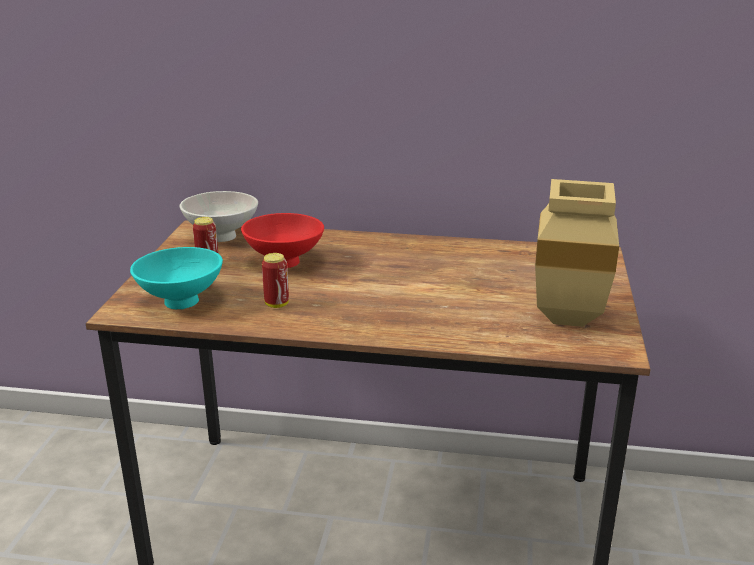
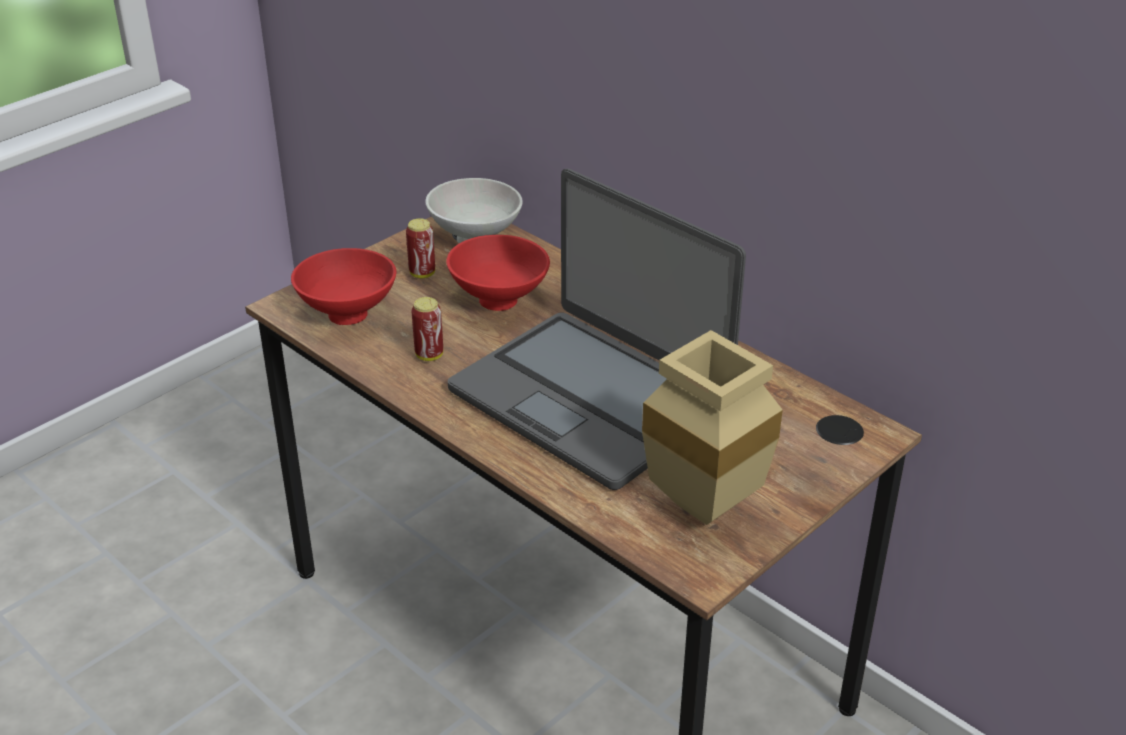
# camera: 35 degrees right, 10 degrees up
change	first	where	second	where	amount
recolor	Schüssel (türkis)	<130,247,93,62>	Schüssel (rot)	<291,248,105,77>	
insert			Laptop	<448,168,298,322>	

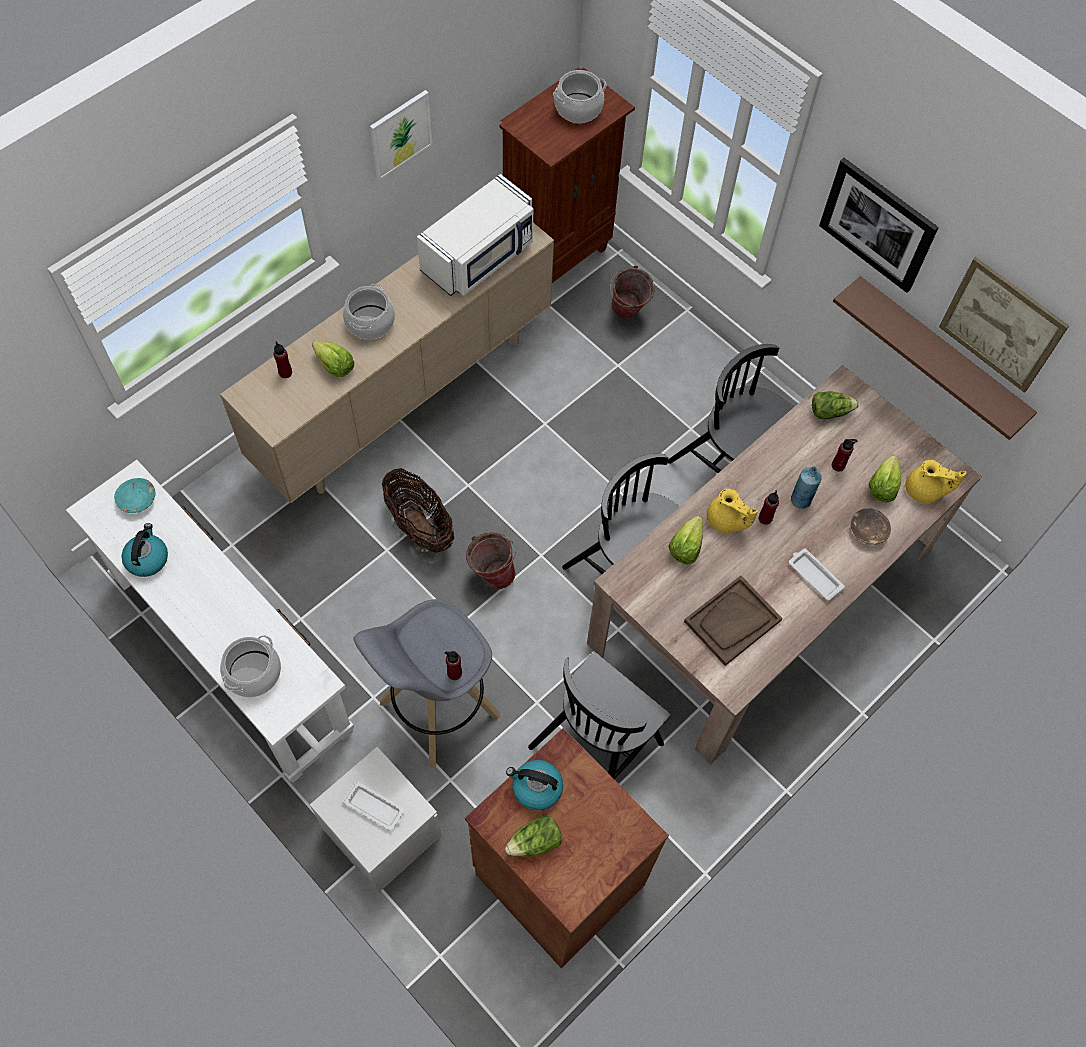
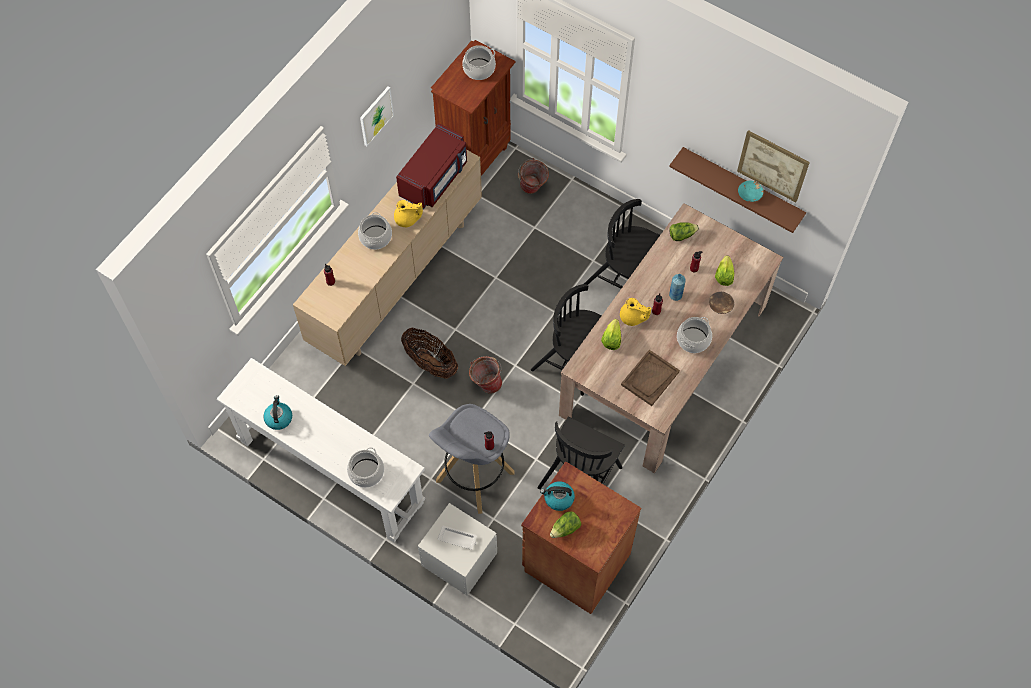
# camera: 10 degrees left, 0 degrees up
change	first	where	second	where	amount
delete	Bild	<819,158,120,135>			
recolor	Mikrowelle (weiß)	<417,174,117,122>	Mikrowelle (rot)	<396,123,71,86>	
delete	Salatkopf	<312,340,42,37>			
move	Teekanne (gelb)	<905,460,62,44>		<394,200,29,27>	
move	Schüssel (türkis)	<114,478,41,35>		<738,181,26,21>	
replace	Tablett (weiß)	<789,548,56,53>	Kochtopf	<677,317,35,36>	

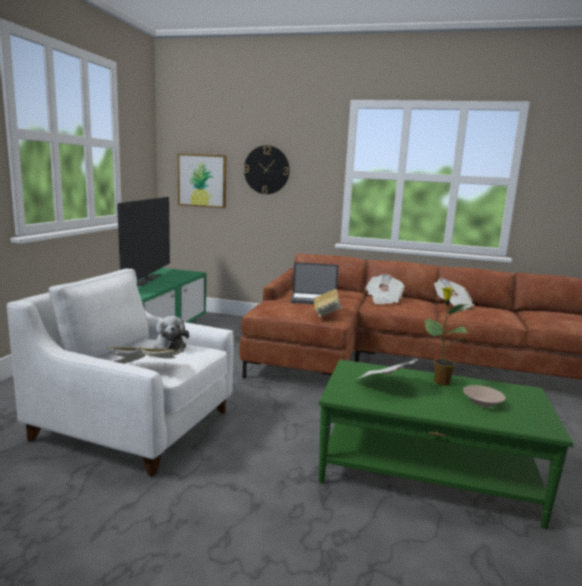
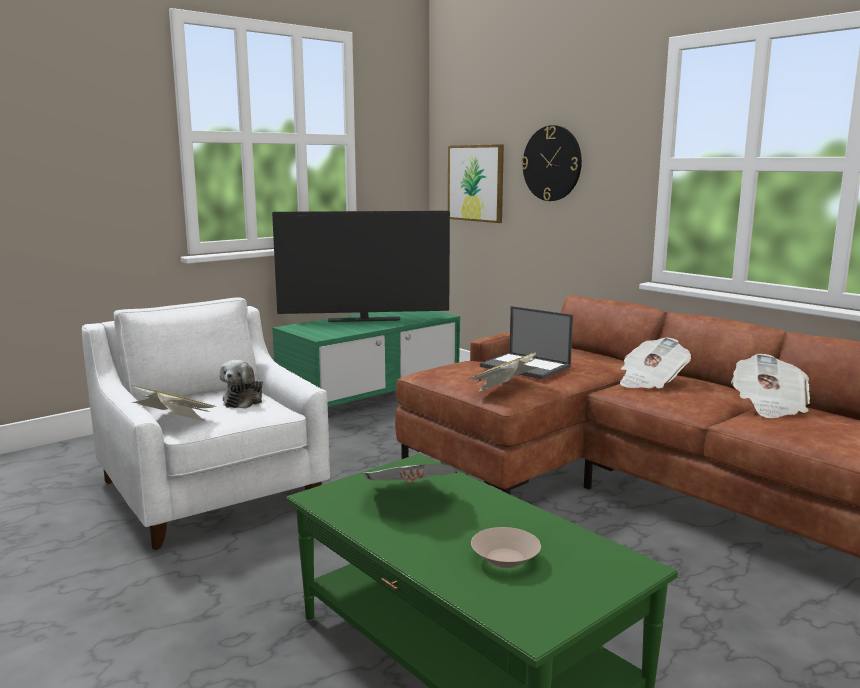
# camera: 35 degrees right, 0 degrees up
change	first	where	second	where	amount
rotate	Fernseher	<117,197,53,89>		<272,211,178,111>	45 degrees clockwise
delete	Topfpflanze	<424,287,50,98>			

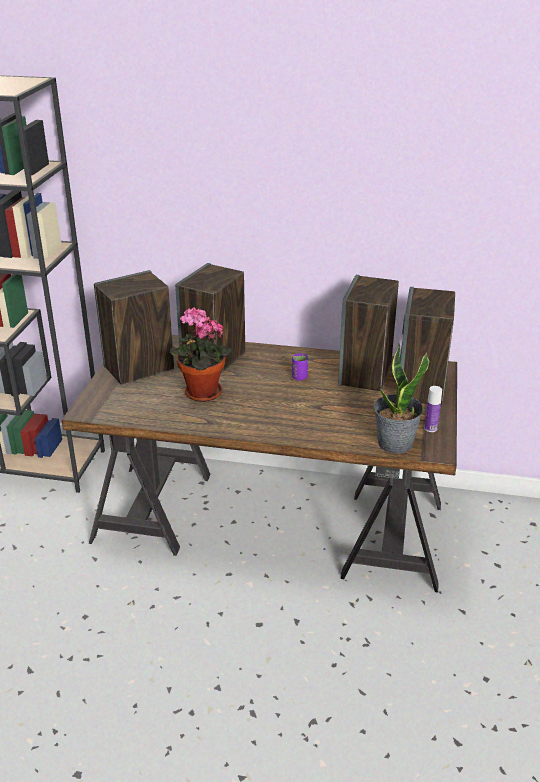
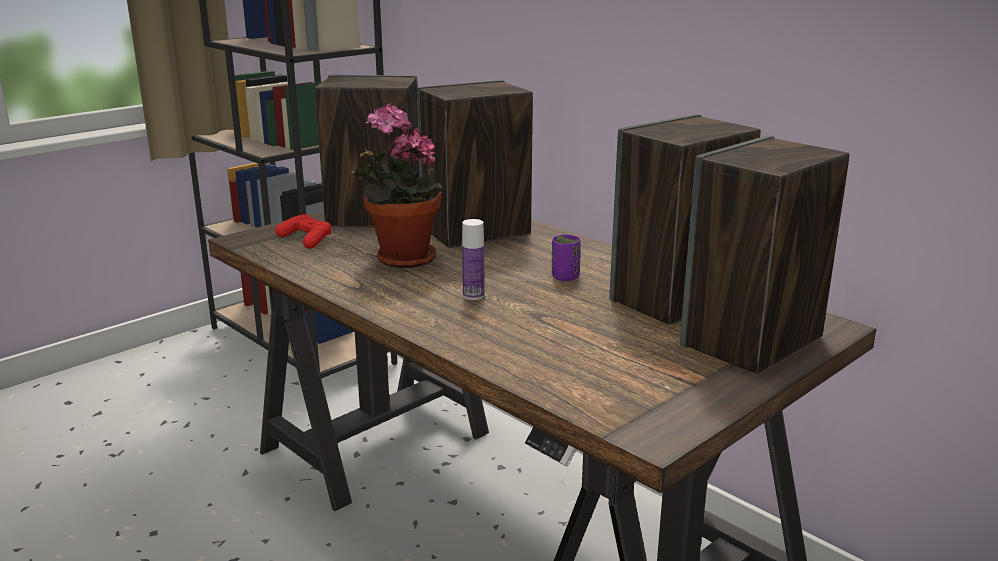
# camera: 35 degrees right, 10 degrees down
change	first	where	second	where	amount
delete	Topfpflanze	<374,343,56,111>			
move	Flasche	<424,386,18,46>		<462,219,22,81>	
insert			Gamepad (rot)	<275,214,56,35>	

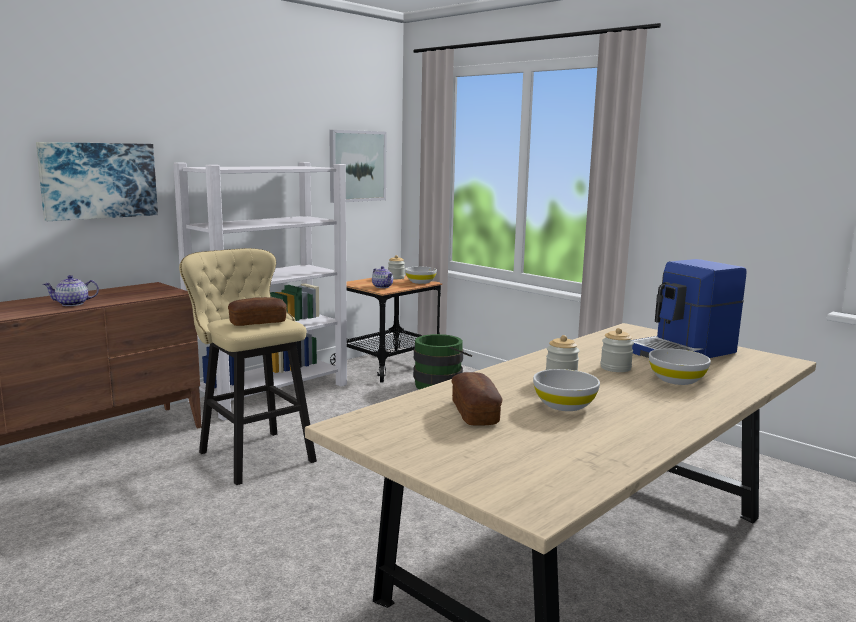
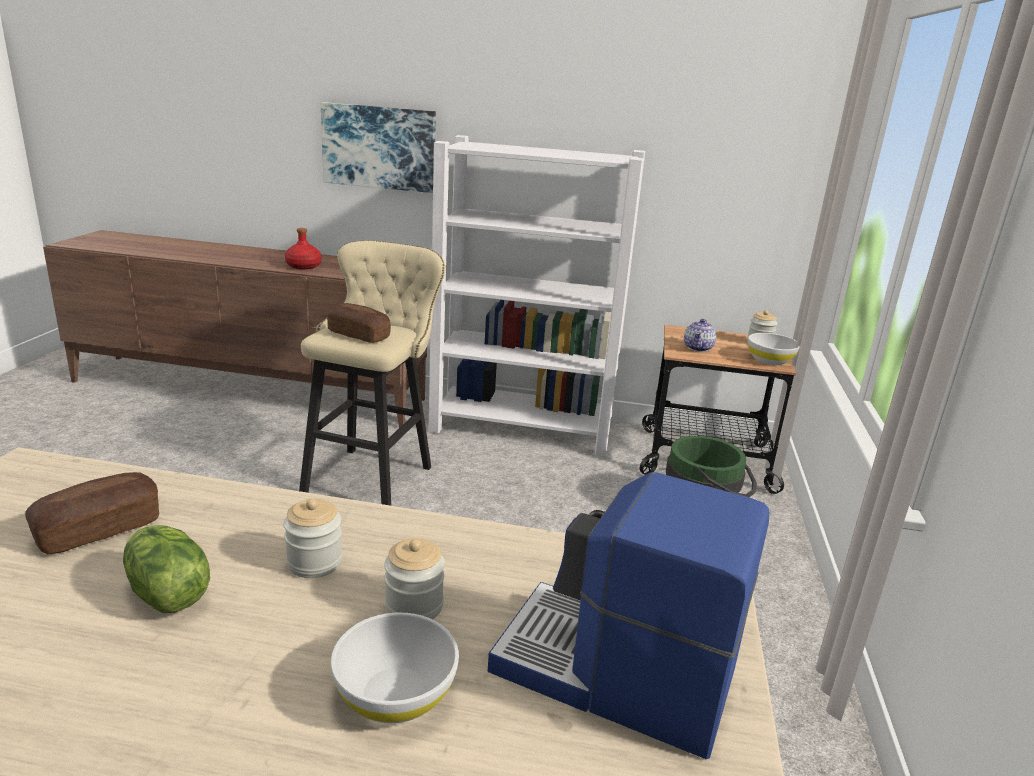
# camera: 55 degrees right, 10 degrees up
change	first	where	second	where	amount
delete	Bild	<329,130,57,73>			
replace	Teekanne	<43,275,56,31>	Flasche (rot)	<285,228,36,41>	
replace	Schüssel (weiß)	<533,369,67,42>	Salatkopf	<123,525,87,88>	

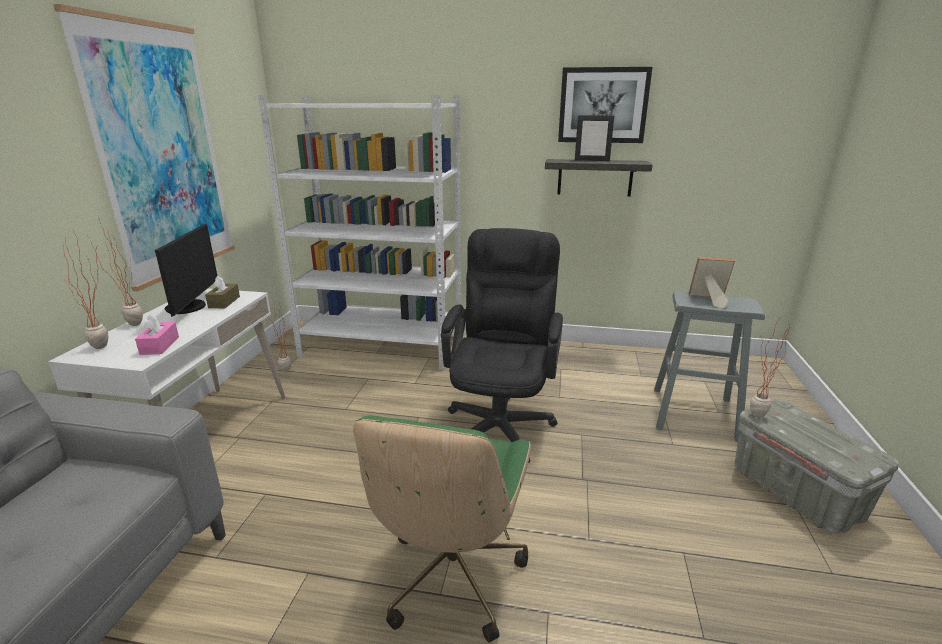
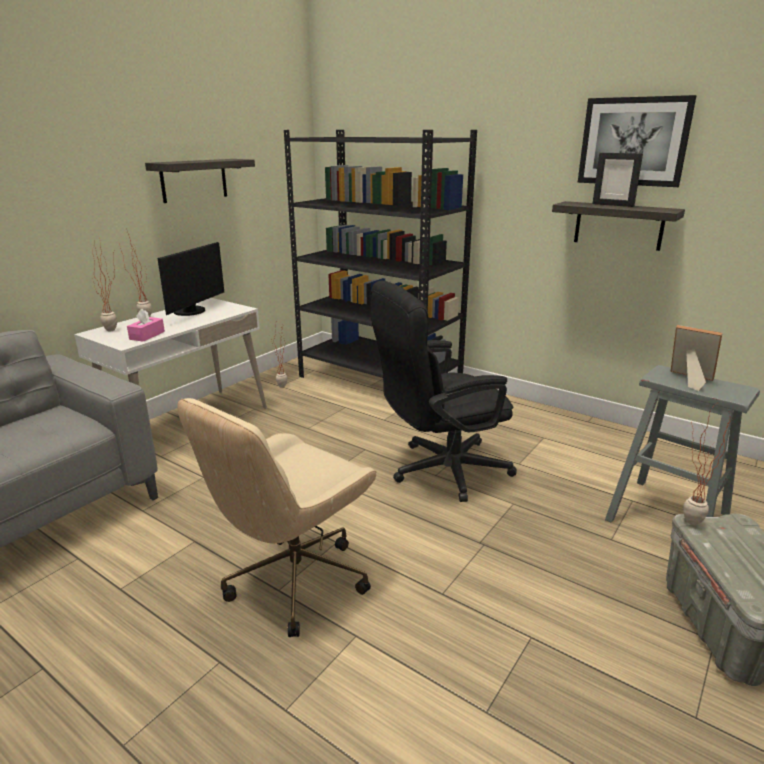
# camera: 25 degrees right, 0 degrees up
change	first	where	second	where	amount
replace	Bild	<53,4,182,287>	Wandregal	<145,159,110,44>	
recolor	Bücherregal (weiß)	<258,95,203,275>	Bücherregal (schwarz)	<284,130,193,248>	
rotate	Bürostuhl (schwarz)	<441,228,122,235>		<370,280,147,222>	150 degrees counterclockwise
delete	Taschentuchbox (braun)	<205,276,35,32>			
recolor	Bürostuhl (grün)	<353,415,178,228>	Bürostuhl (beige)	<177,398,199,239>	

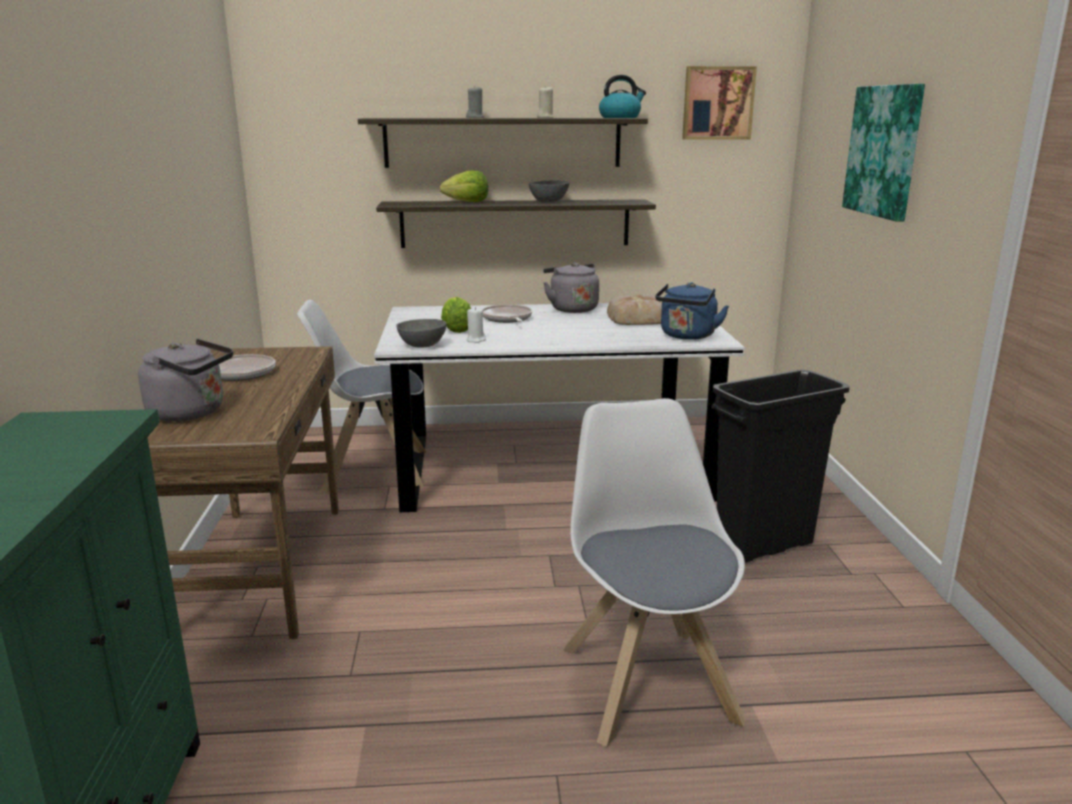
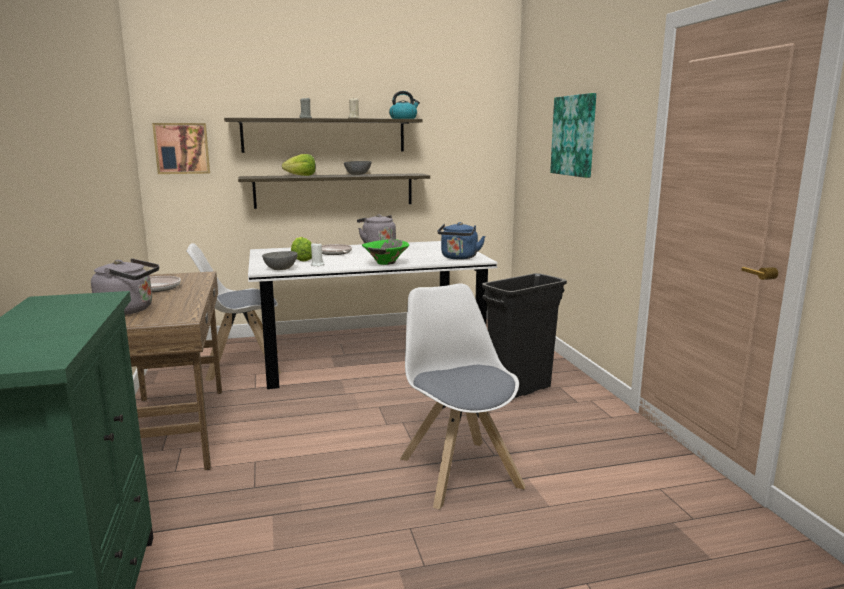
# camera: 10 degrees left, 5 degrees down
change	first	where	second	where	amount
move	Bild	<682,66,75,74>		<152,123,58,51>	
delete	Brot	<607,295,55,30>			
insert			Schüssel (grün)	<362,240,47,25>	

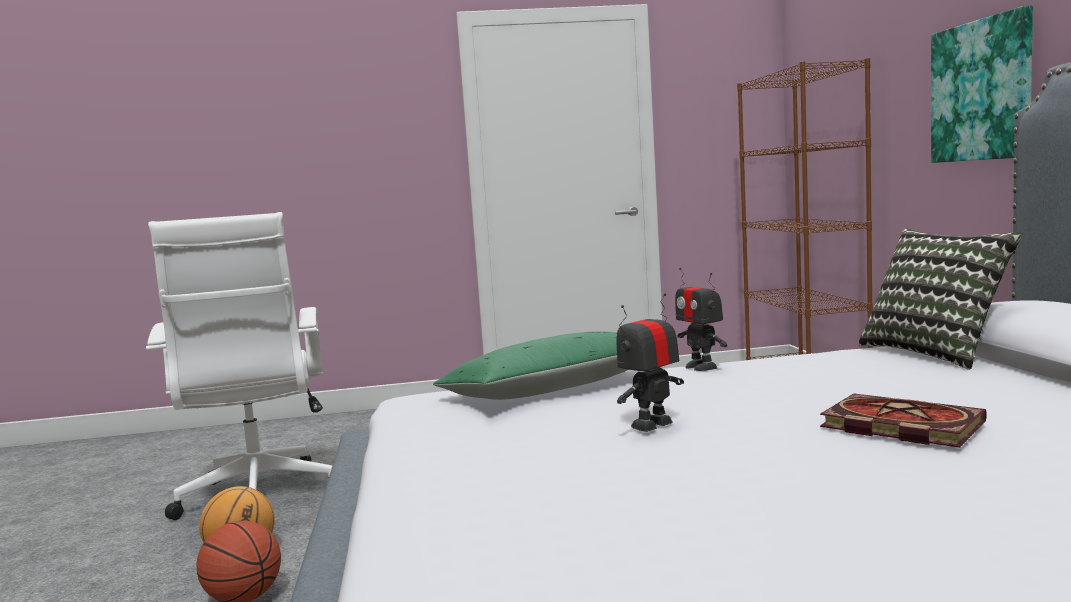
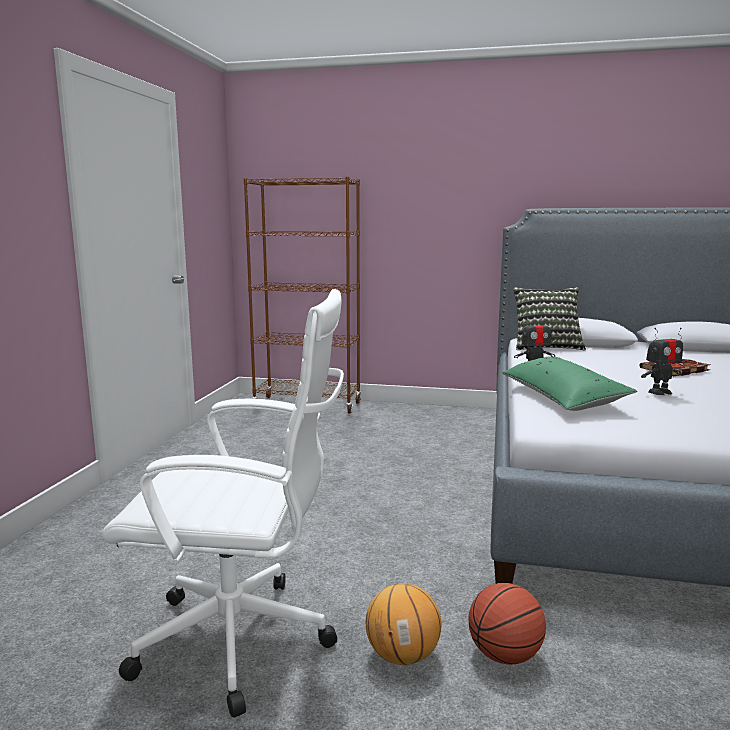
# camera: 70 degrees left, 5 degrees up
change	first	where	second	where	amount
delete	Bild	<931,6,102,157>			
rotate	Spielzeugroboter	<616,293,68,139>		<641,328,42,67>	90 degrees counterclockwise

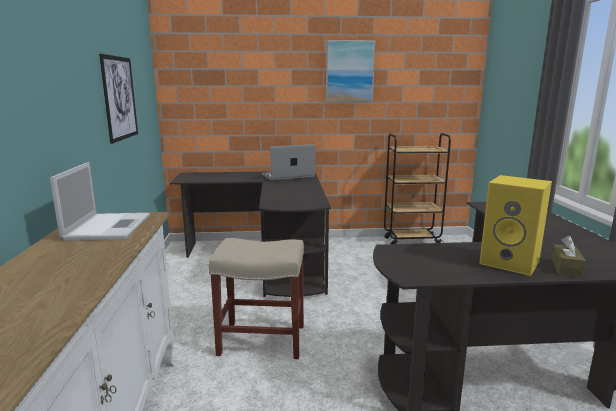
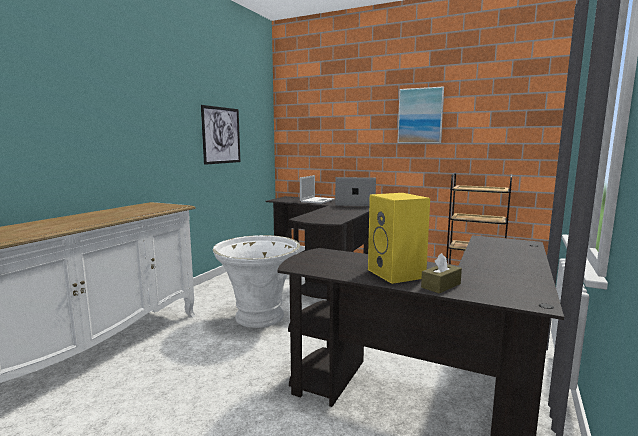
# camera: 30 degrees right, 5 degrees down
change	first	where	second	where	amount
move	Laptop	<50,162,100,79>		<300,175,35,29>	
replace	Hocker (beige)	<209,238,95,121>	Pflanzkübel (weiß)	<213,235,87,93>	

